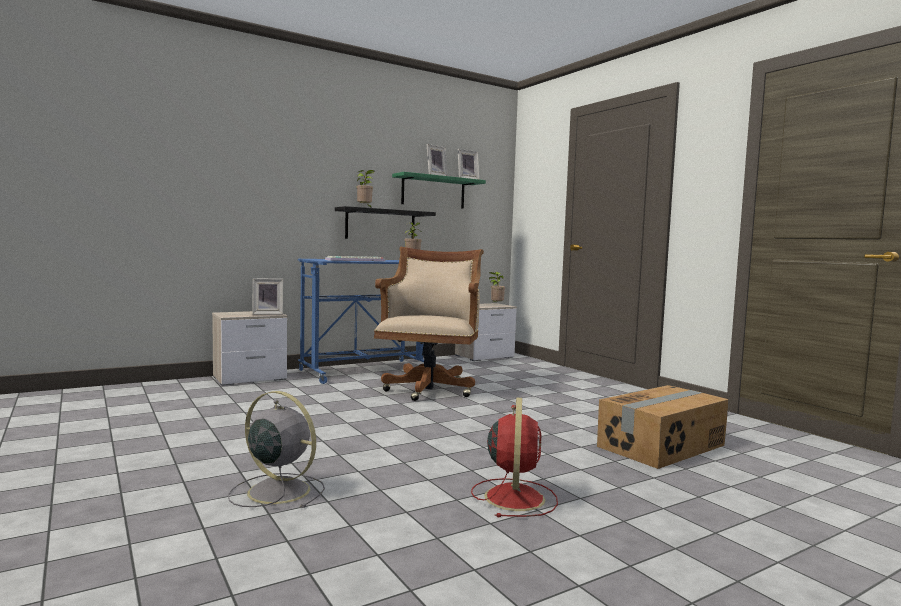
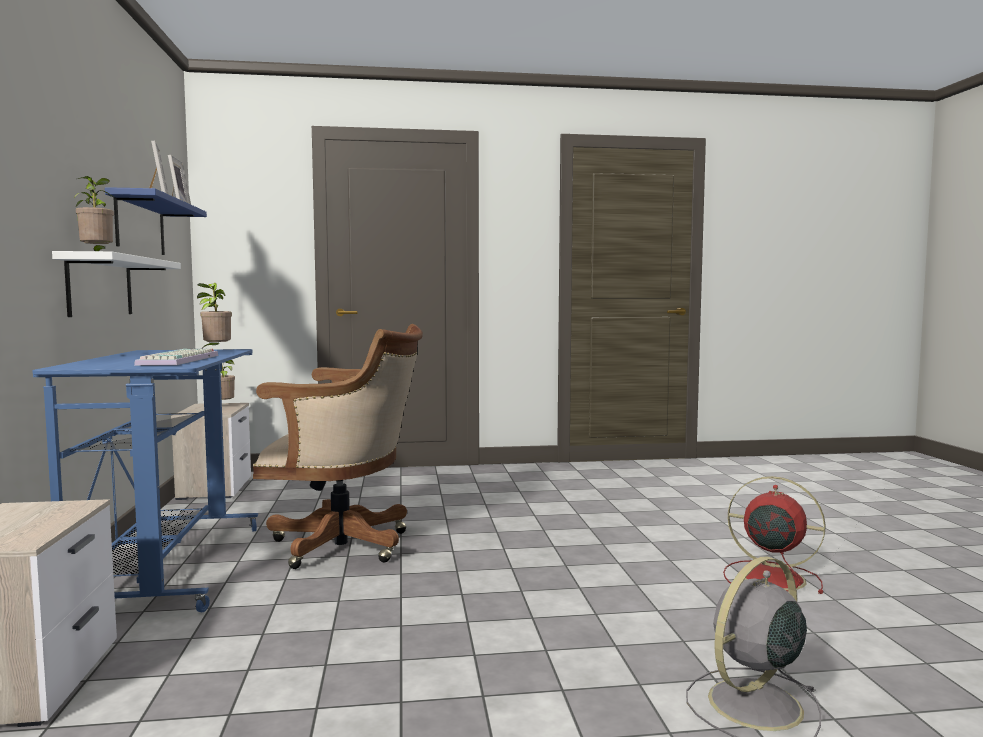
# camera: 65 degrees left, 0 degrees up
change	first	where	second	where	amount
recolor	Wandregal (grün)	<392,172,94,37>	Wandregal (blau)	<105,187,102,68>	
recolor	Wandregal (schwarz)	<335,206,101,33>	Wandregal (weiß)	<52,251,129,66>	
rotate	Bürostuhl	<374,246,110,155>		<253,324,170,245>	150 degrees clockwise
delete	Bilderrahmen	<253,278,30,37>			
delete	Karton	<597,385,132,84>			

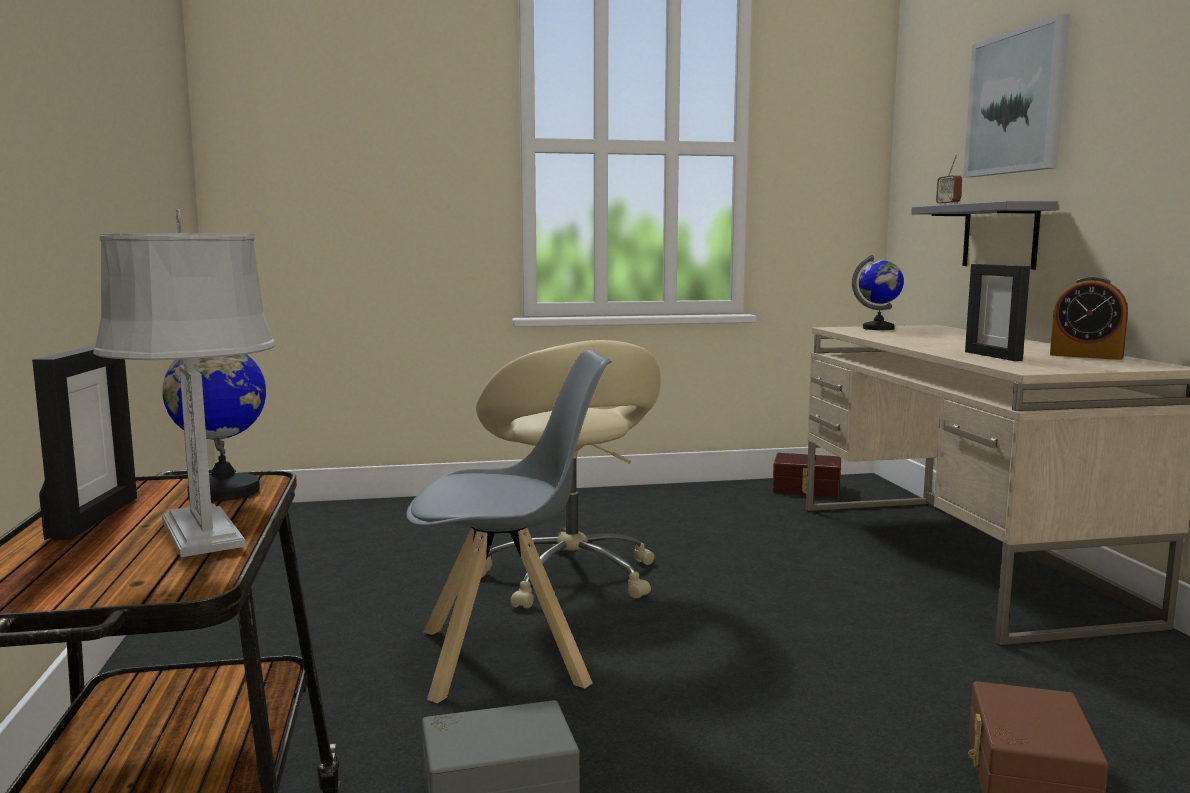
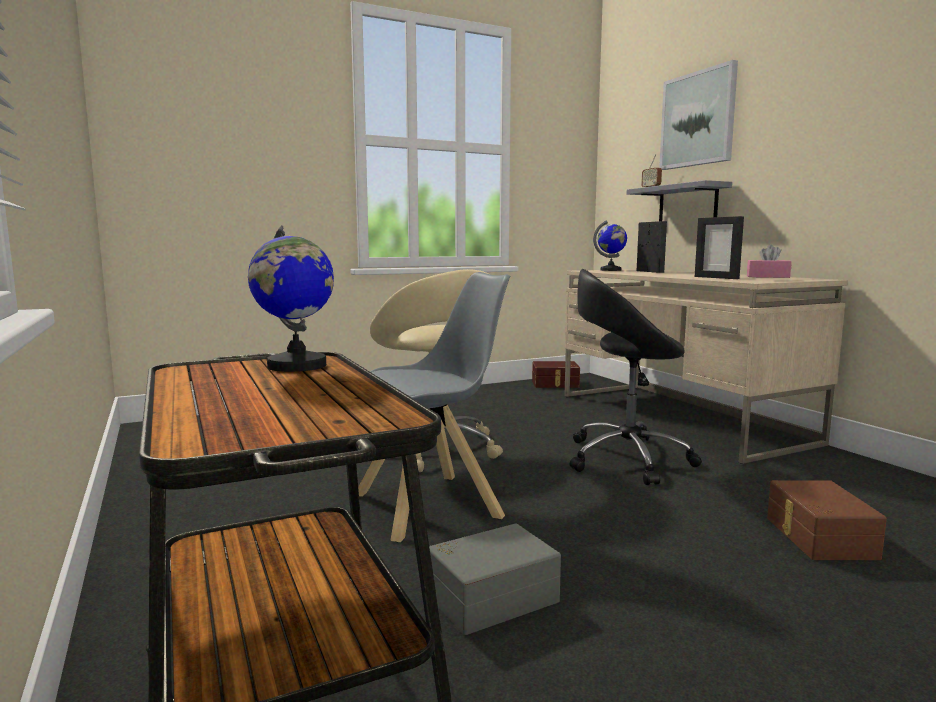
# camera: 15 degrees left, 0 degrees up
change	first	where	second	where	amount
delete	Tischlampe (grau)	<93,209,183,348>			
replace	Wecker	<1050,276,78,84>	Taschentuchbox (rosa)	<747,244,45,34>	
move	Bilderrahmen	<32,345,105,195>		<637,221,30,52>	
insert			Bürostuhl (schwarz)	<570,269,132,216>	

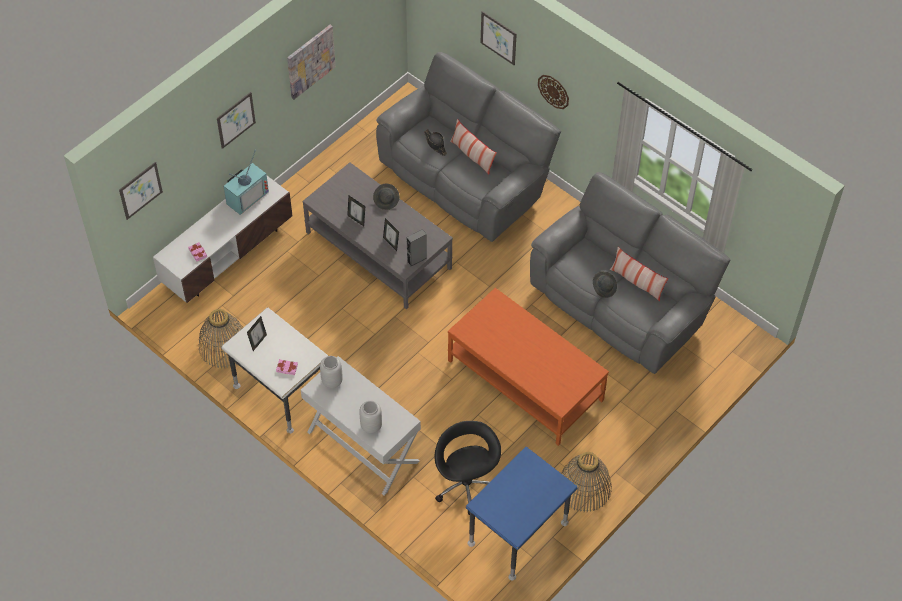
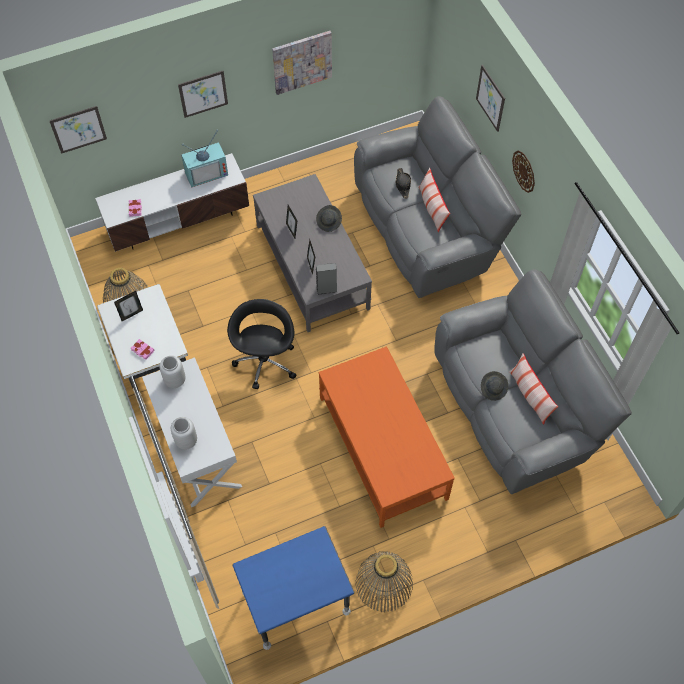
# camera: 25 degrees right, 5 degrees up
change	first	where	second	where	amount
move	Bürostuhl (schwarz)	<435,421,66,94>		<227,299,70,90>	

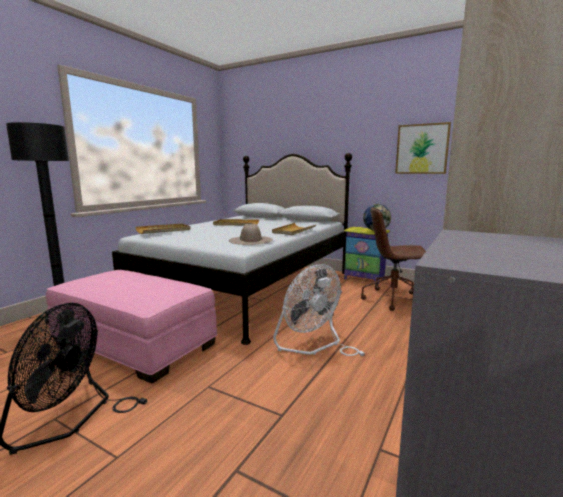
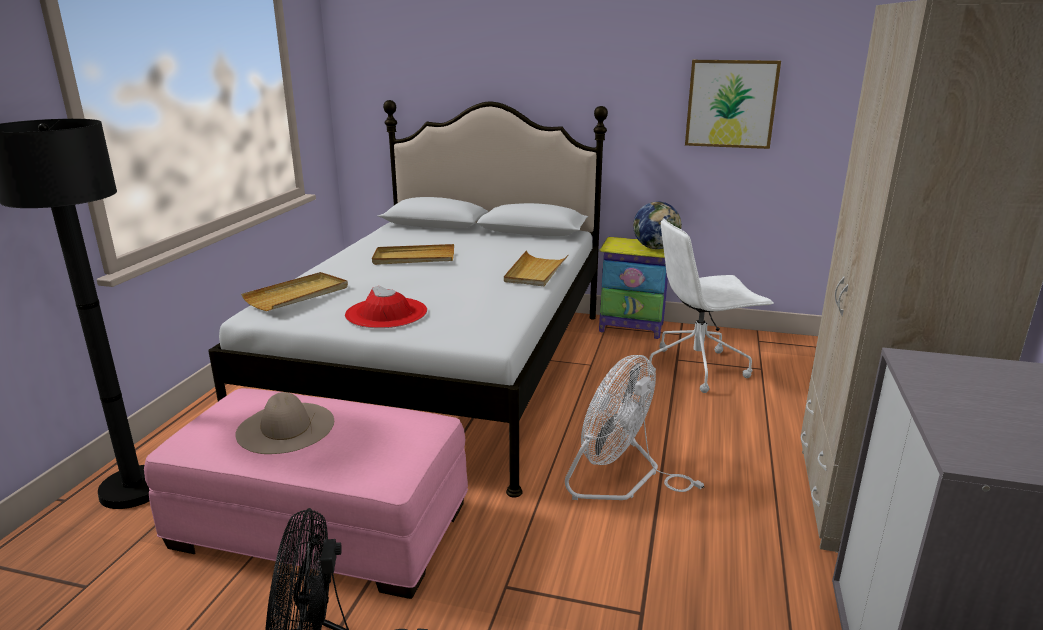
# camera: 15 degrees left, 10 degrees up
change	first	where	second	where	amount
recolor	Bürostuhl (braun)	<361,206,65,105>	Bürostuhl (weiß)	<647,218,127,175>	
move	Hut (beige)	<229,224,44,21>		<235,392,99,62>	
insert			Hut (rot)	<345,286,82,42>	

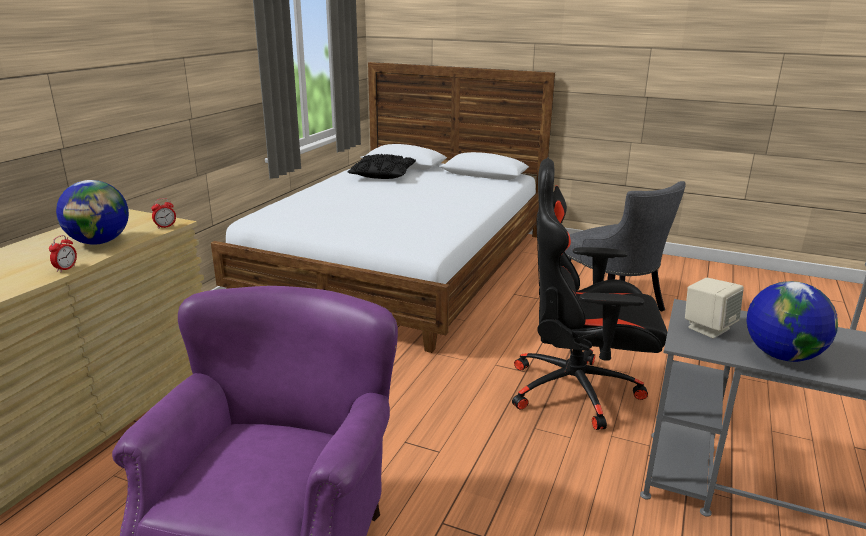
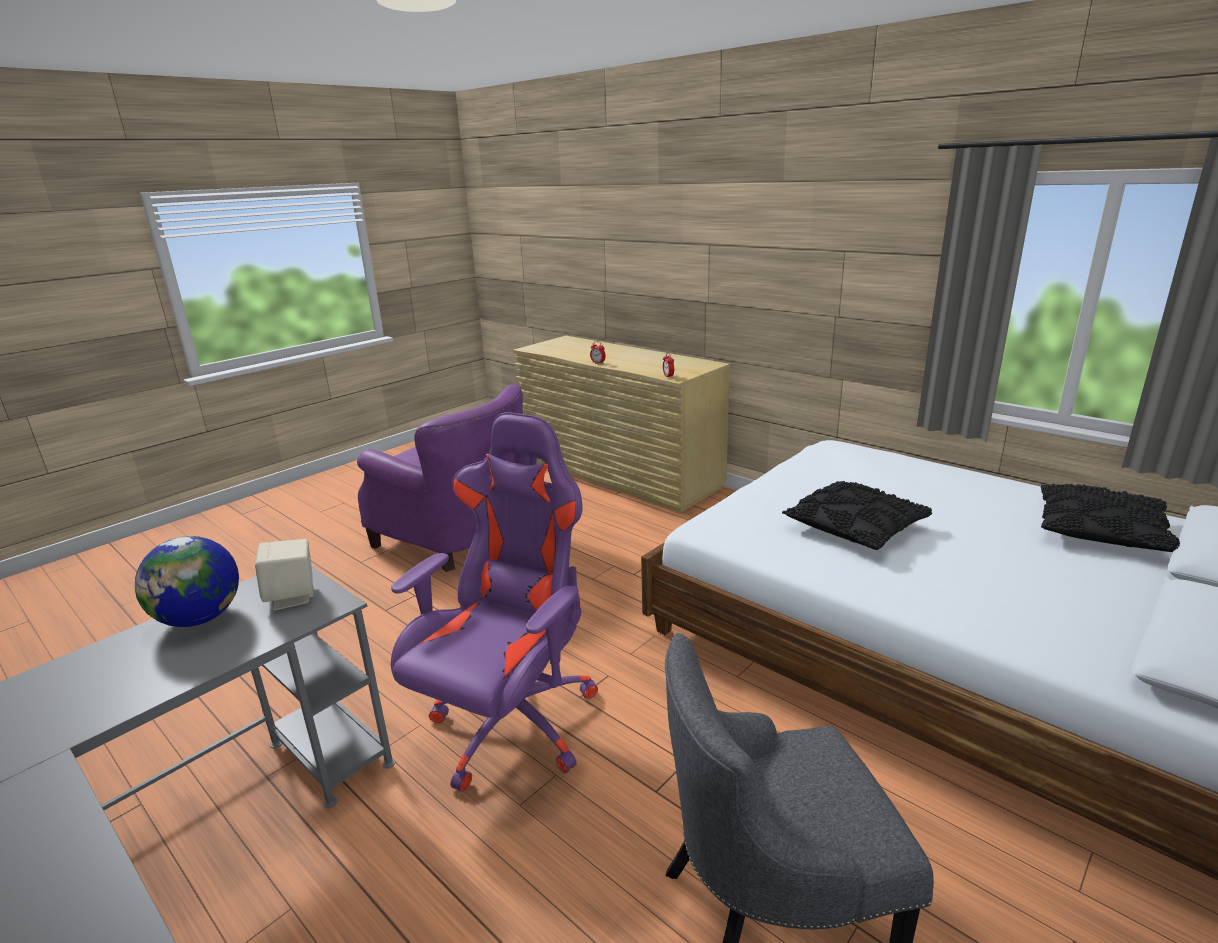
# camera: 110 degrees right, 0 degrees up
change	first	where	second	where	amount
recolor	Bürostuhl (schwarz)	<512,157,155,273>	Bürostuhl (lila)	<391,412,207,380>	
delete	Globus	<56,180,73,65>			
insert			Kissen (schwarz)	<782,481,150,69>	

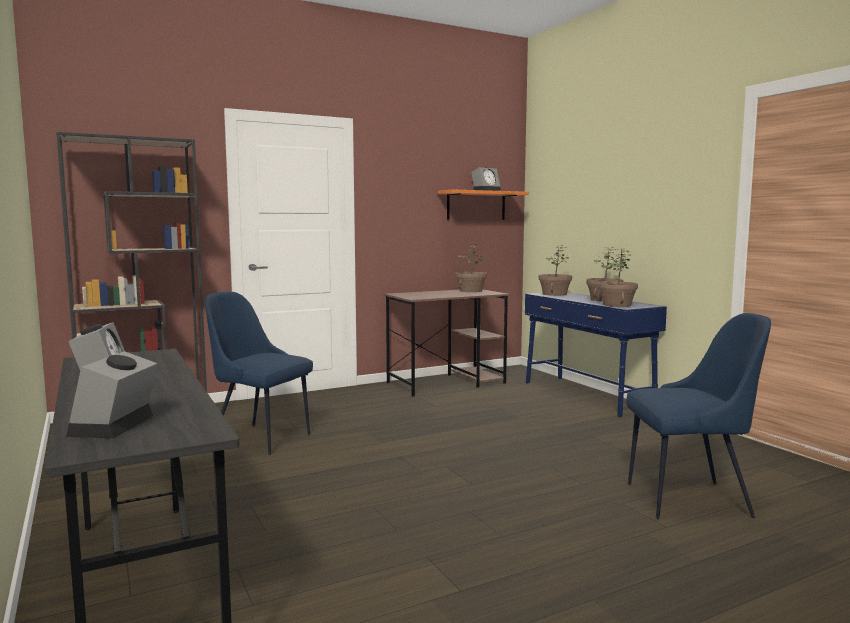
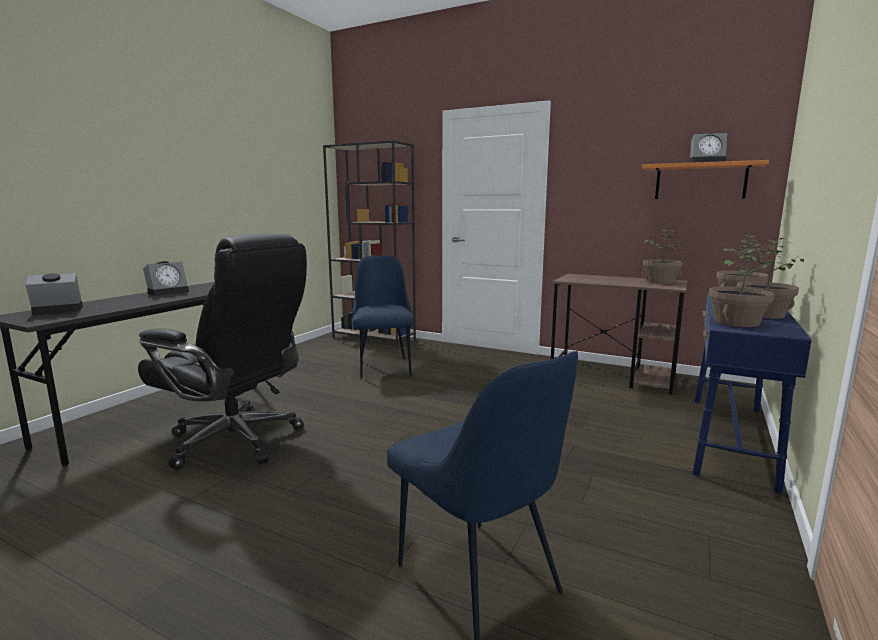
# camera: 55 degrees right, 5 degrees up
change	first	where	second	where	amount
insert			Bürostuhl (schwarz)	<138,233,169,237>	

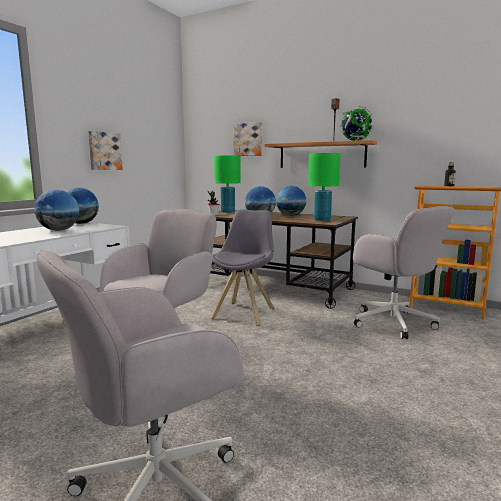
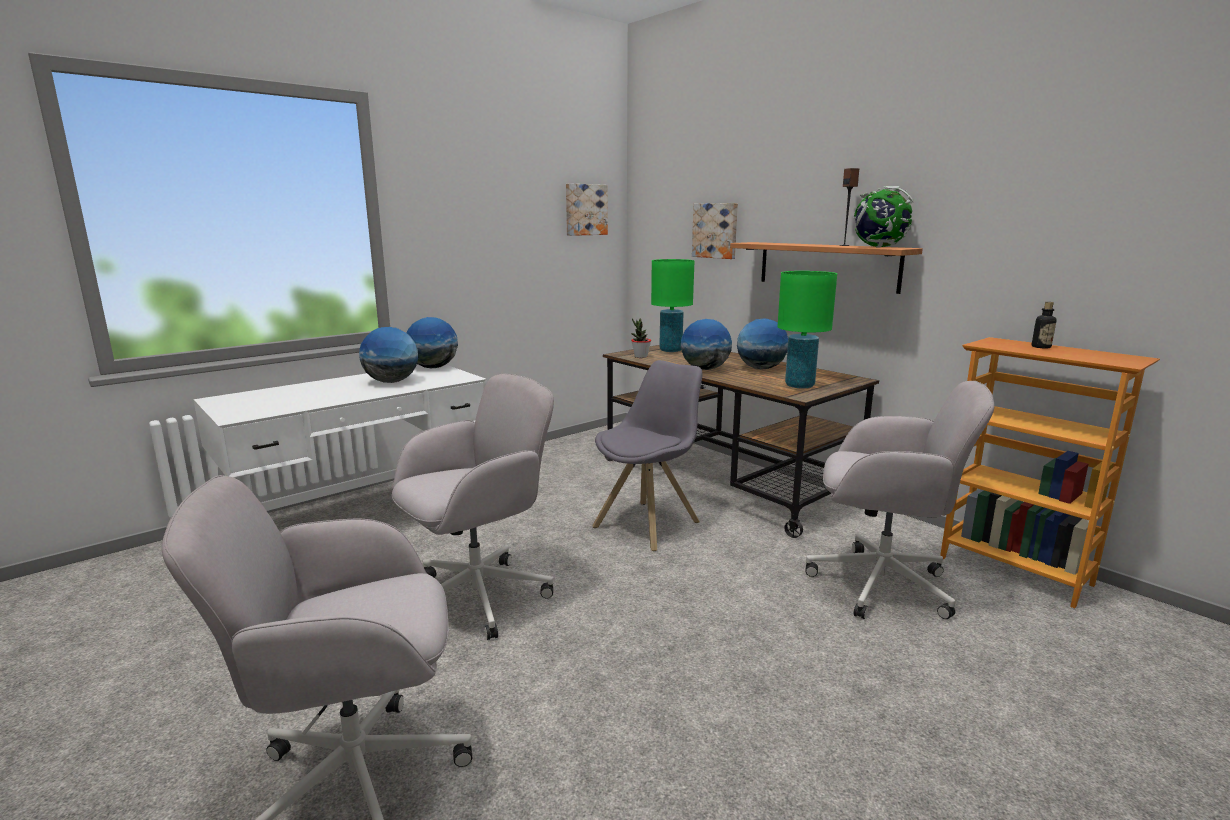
# camera: 20 degrees right, 5 degrees up
change	first	where	second	where	amount
move	Bild	<88,131,35,39>		<566,184,42,52>	
rotate	Bürostuhl (grau)	<353,206,102,133>		<805,381,189,238>	60 degrees counterclockwise

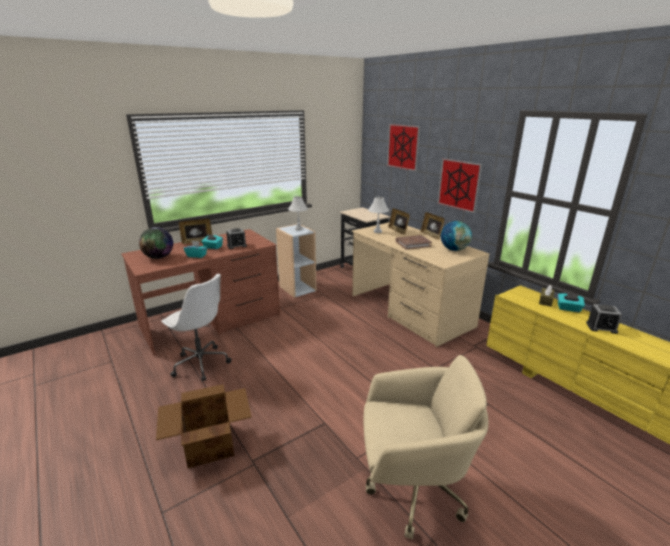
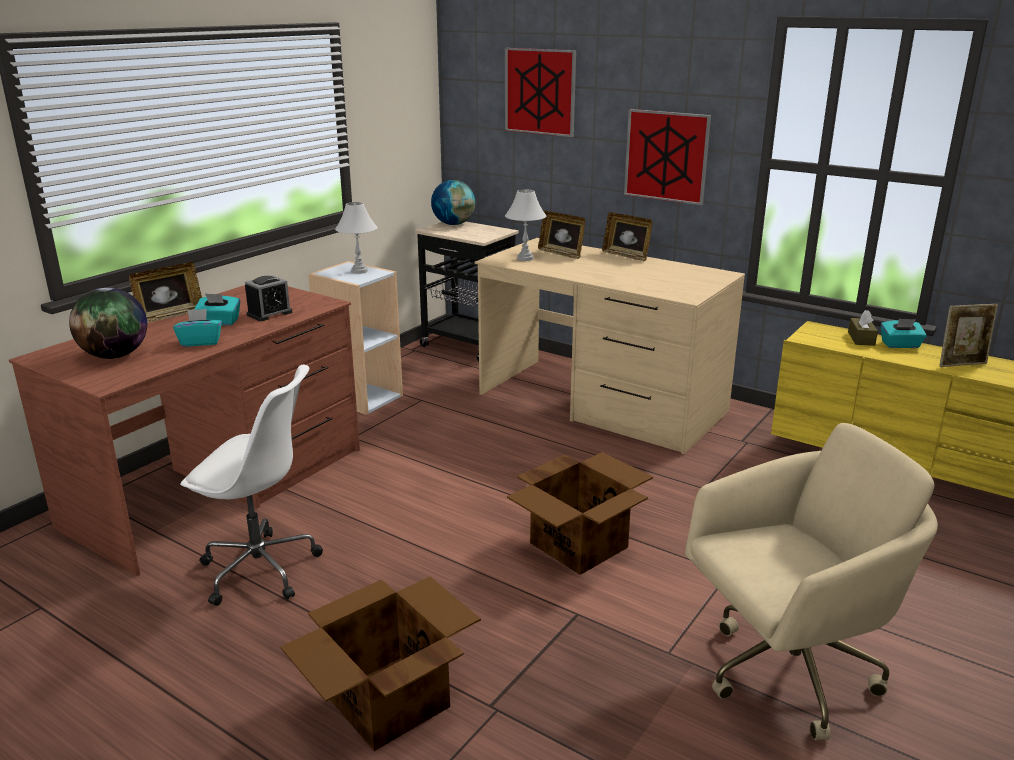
# camera: 20 degrees left, 0 degrees up
change	first	where	second	where	amount
move	Globus	<441,221,31,30>		<431,180,44,45>	
delete	Buch (braun)	<396,235,36,14>			
replace	Wecker	<586,304,36,30>	Bilderrahmen	<939,304,59,63>	
insert			Karton	<507,452,146,123>	

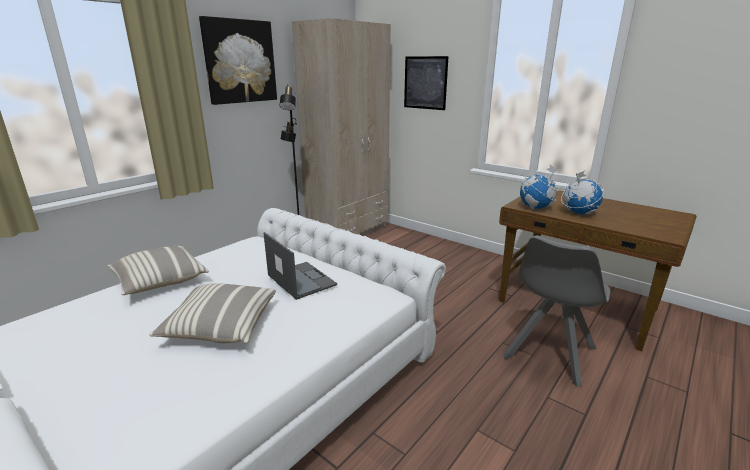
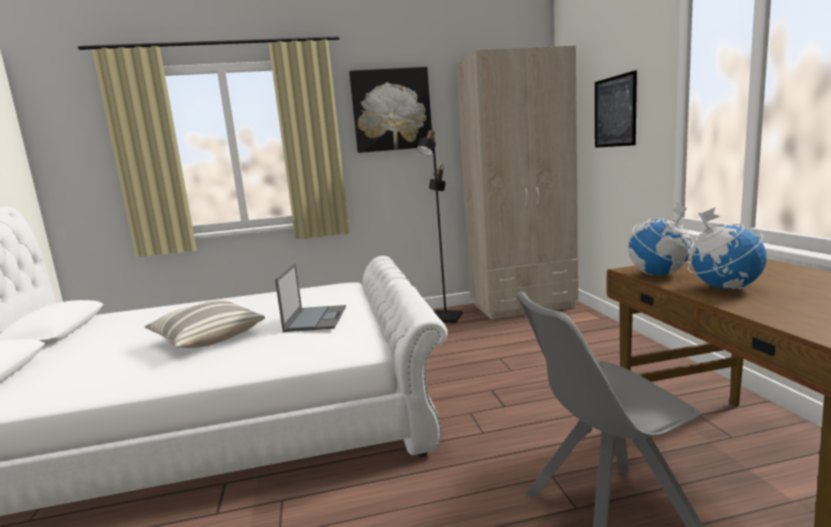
# camera: 40 degrees right, 10 degrees down
change	first	where	second	where	amount
delete	Kissen	<108,246,101,49>			

